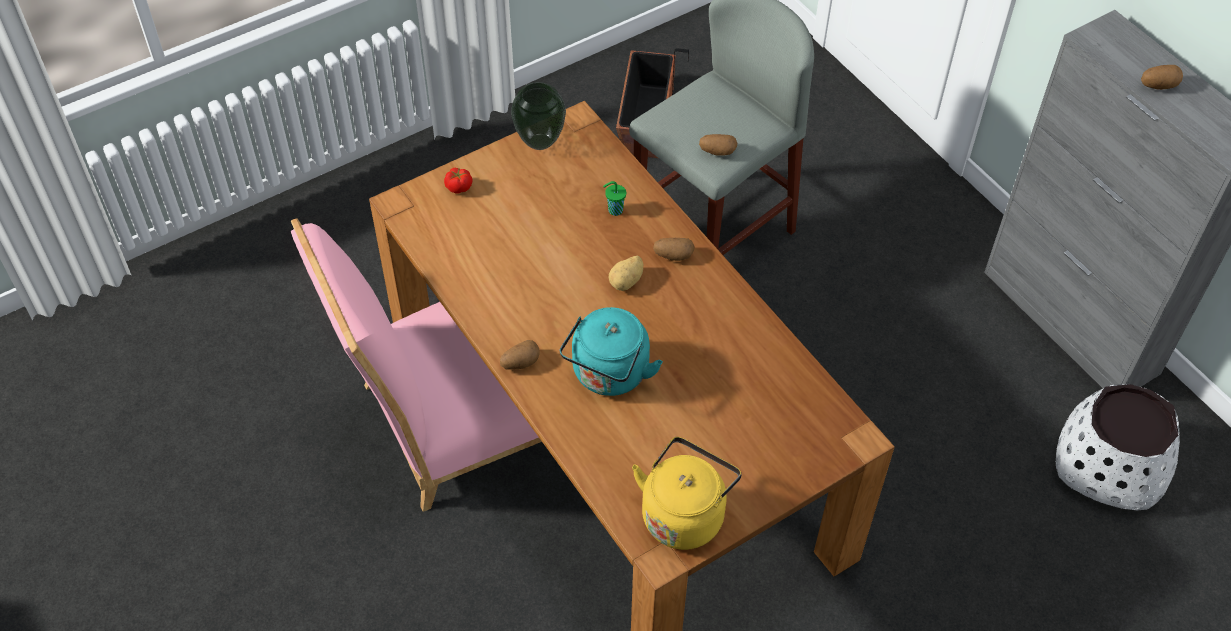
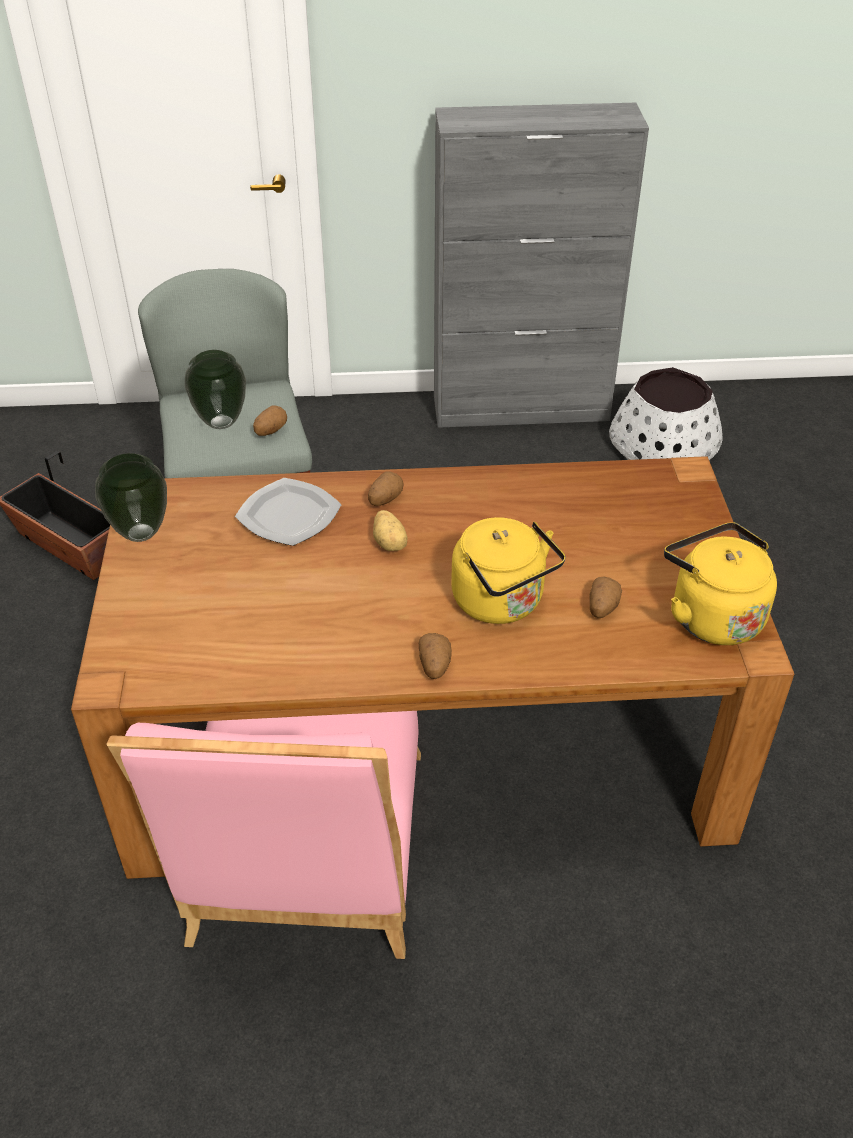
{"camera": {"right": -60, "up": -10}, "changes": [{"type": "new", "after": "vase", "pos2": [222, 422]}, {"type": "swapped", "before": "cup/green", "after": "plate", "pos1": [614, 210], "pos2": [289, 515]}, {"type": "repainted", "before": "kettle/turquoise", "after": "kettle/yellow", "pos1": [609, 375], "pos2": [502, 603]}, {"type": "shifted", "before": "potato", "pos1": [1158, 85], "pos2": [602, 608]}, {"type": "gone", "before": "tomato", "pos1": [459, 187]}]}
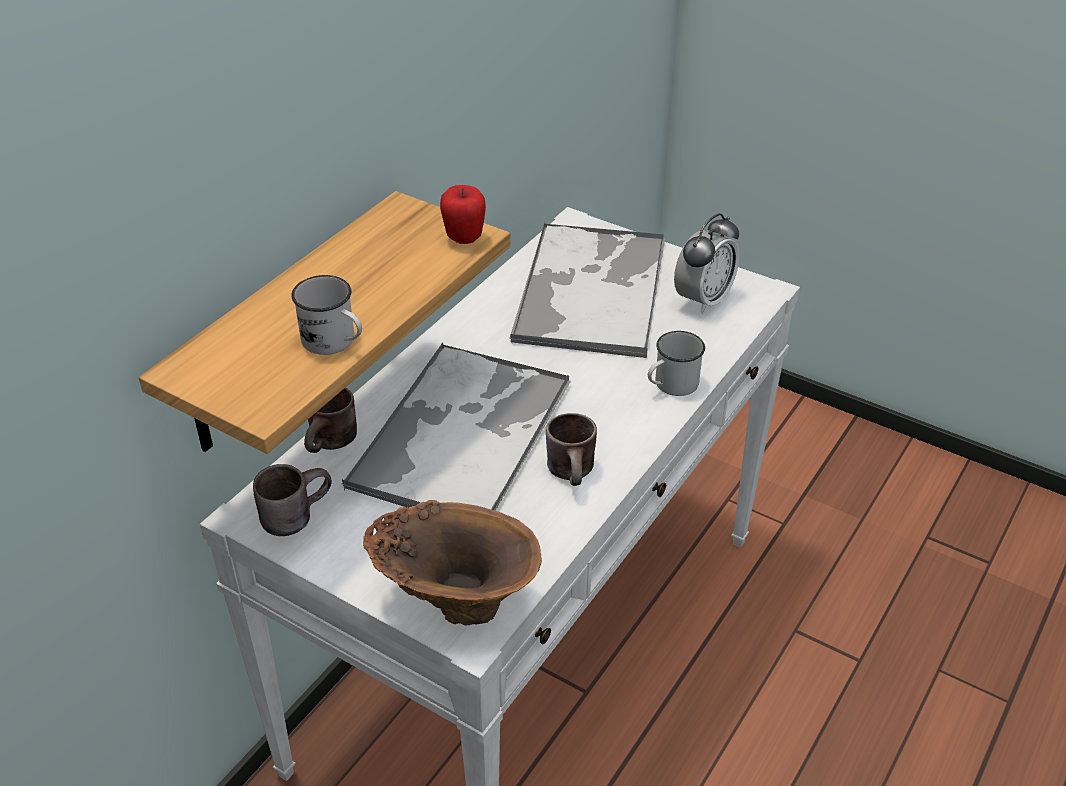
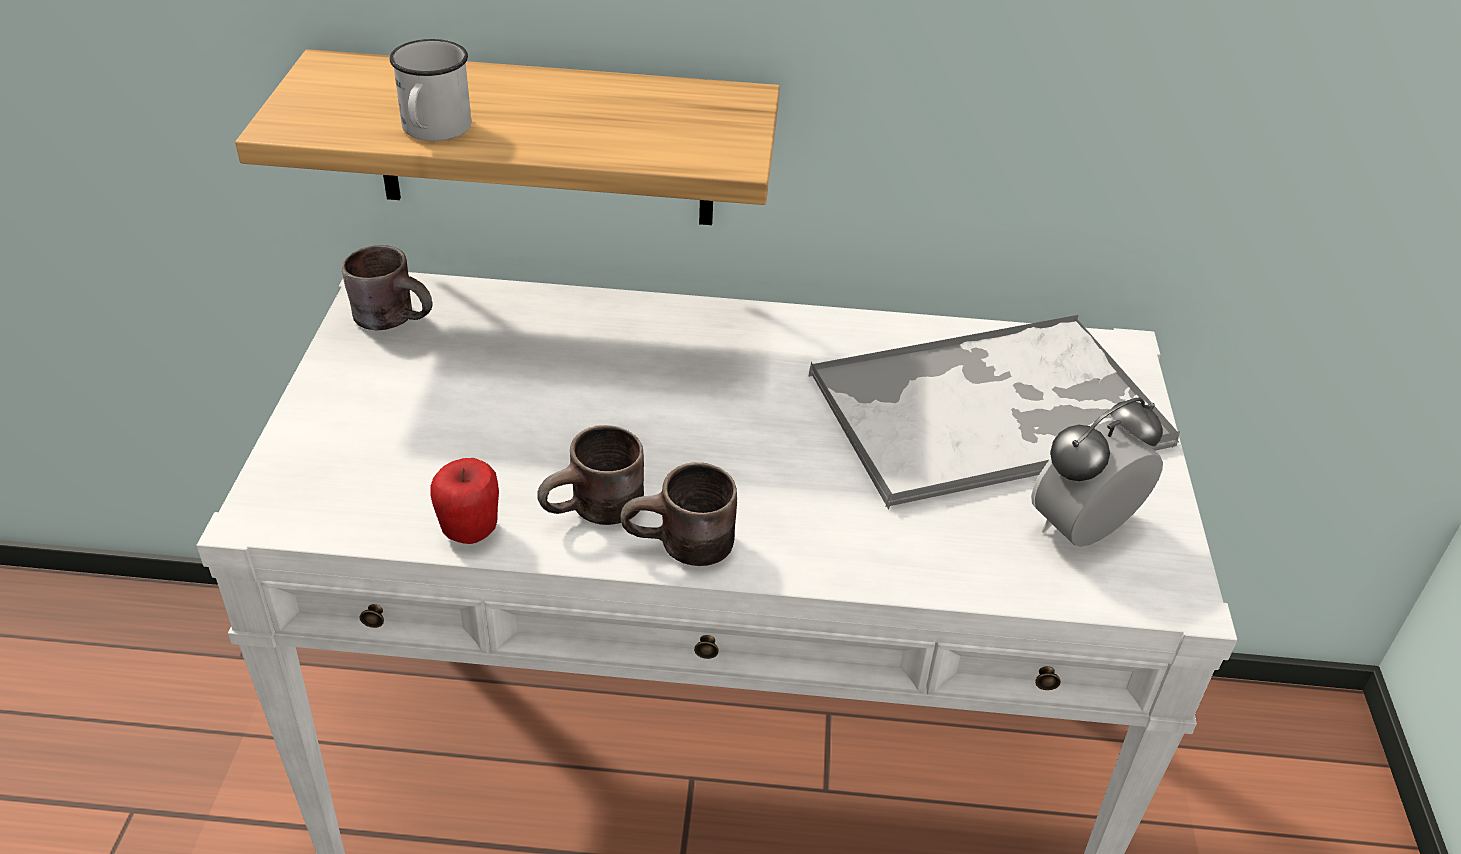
{"camera": {"right": 60, "up": 0}, "changes": [{"type": "shifted", "before": "apple", "pos1": [464, 238], "pos2": [470, 531]}, {"type": "shifted", "before": "mug/brown", "pos1": [333, 443], "pos2": [682, 550]}, {"type": "rotated", "before": "alarm clock", "pos1": [703, 300], "pos2": [1081, 531], "turn": 135}, {"type": "gone", "before": "tray", "pos1": [462, 433]}, {"type": "gone", "before": "vase/brown", "pos1": [455, 600]}, {"type": "gone", "before": "mug/white", "pos1": [671, 385]}]}
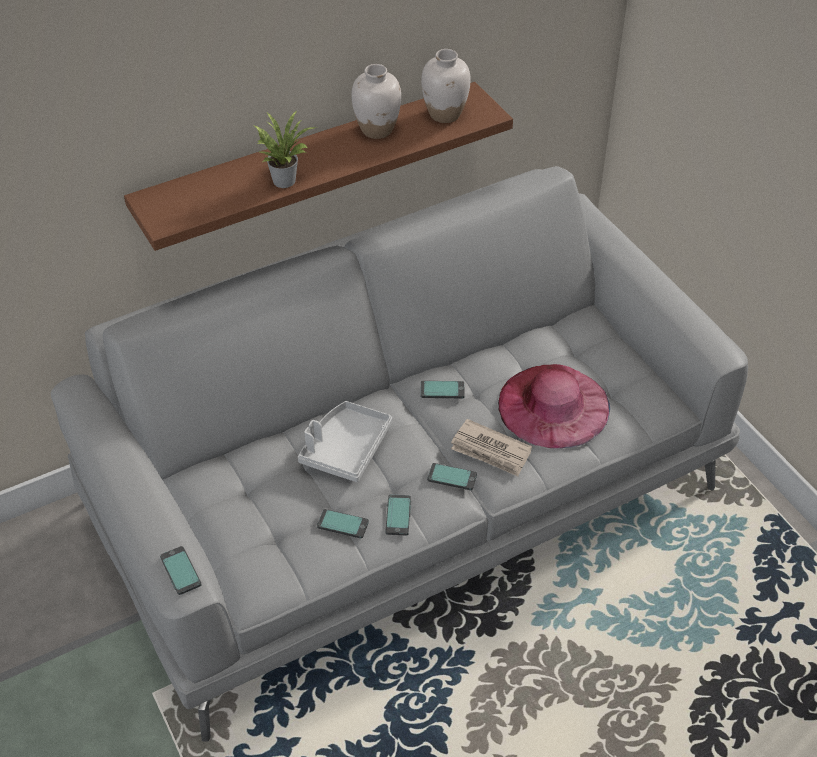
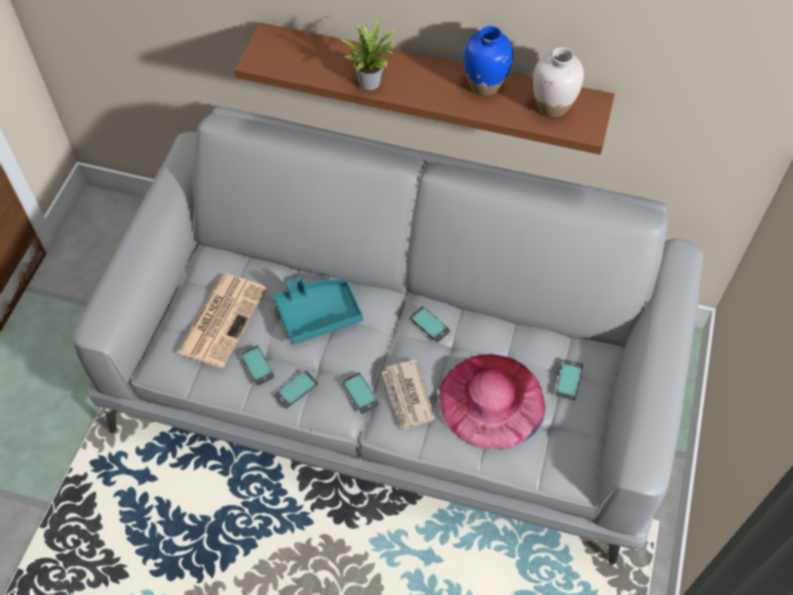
{"camera": {"right": 45, "up": 10}, "changes": [{"type": "new", "after": "newspaper", "pos2": [222, 319]}, {"type": "repainted", "before": "tray/grey", "after": "tray/turquoise", "pos1": [345, 448], "pos2": [318, 314]}, {"type": "repainted", "before": "vase/white", "after": "vase/blue", "pos1": [377, 129], "pos2": [485, 85]}, {"type": "shifted", "before": "phone", "pos1": [180, 571], "pos2": [569, 380]}]}
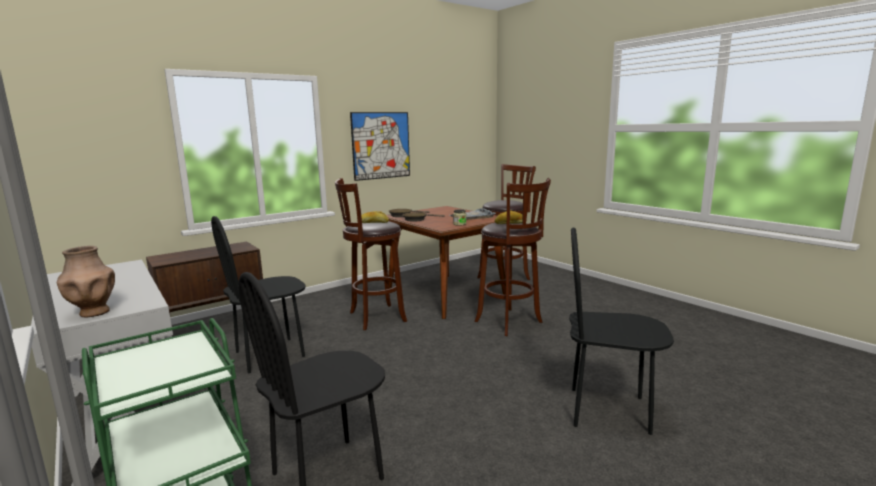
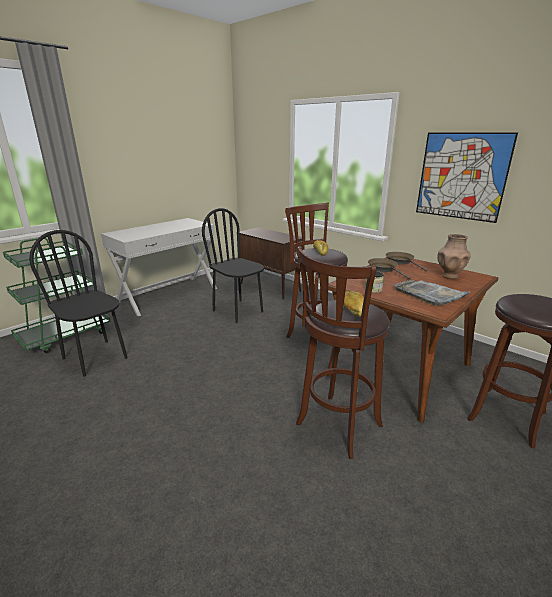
{"camera": {"right": 80, "up": 10}, "changes": [{"type": "shifted", "before": "vase/brown", "pos1": [94, 312], "pos2": [450, 276]}, {"type": "gone", "before": "chair/black", "pos1": [608, 410]}]}
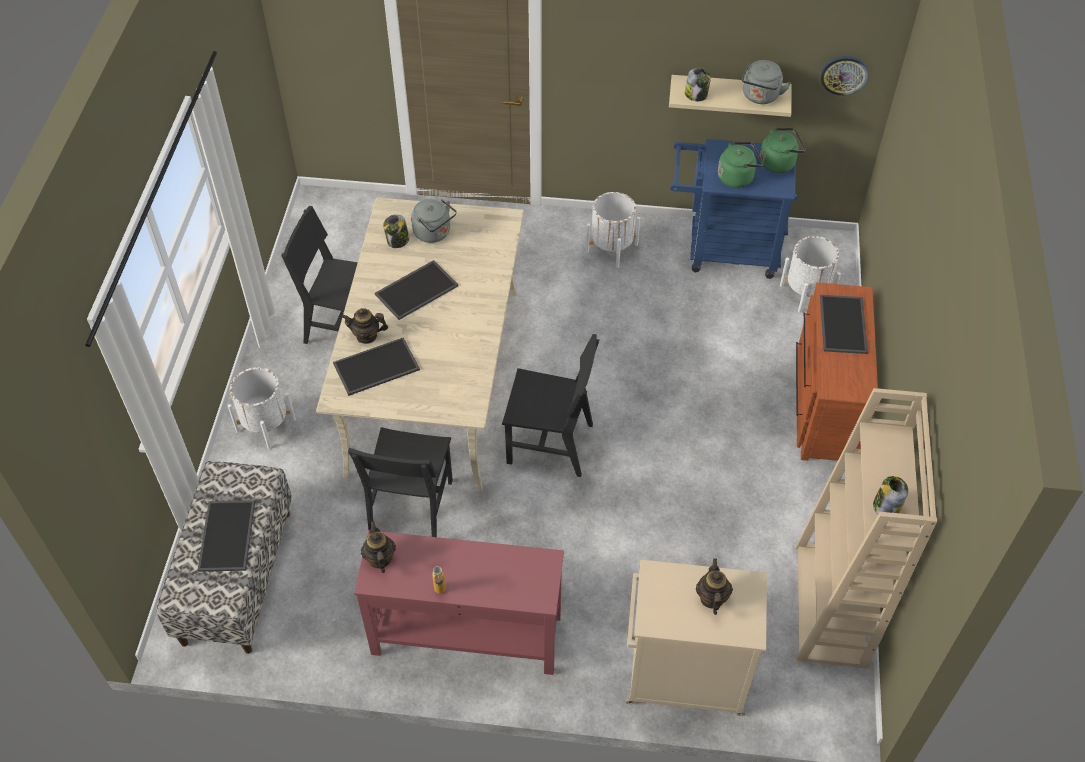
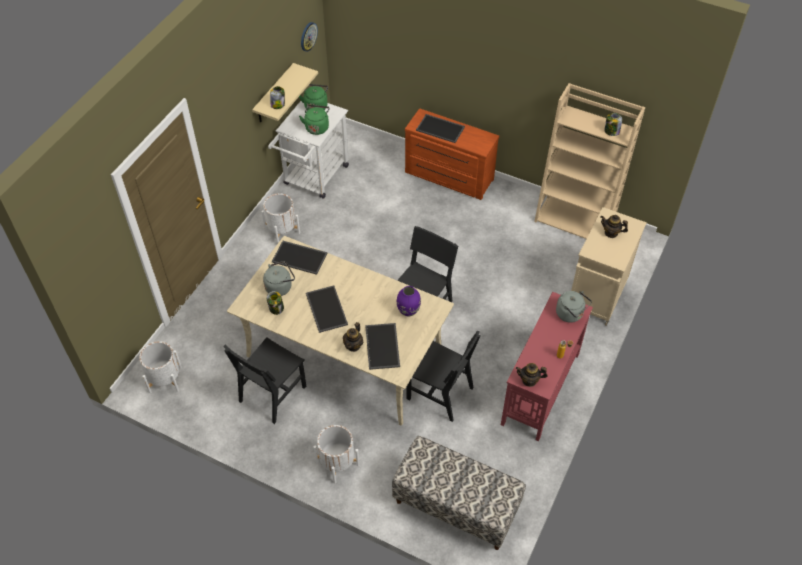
{"camera": {"right": -70, "up": 0}, "changes": [{"type": "shifted", "before": "planter/white", "pos1": [806, 293], "pos2": [165, 379]}, {"type": "repainted", "before": "cart/blue", "after": "cart/white", "pos1": [723, 249], "pos2": [313, 178]}, {"type": "shifted", "before": "tray", "pos1": [228, 536], "pos2": [300, 257]}, {"type": "new", "after": "vase/purple", "pos2": [408, 311]}, {"type": "shifted", "before": "kettle/grey", "pos1": [760, 97], "pos2": [571, 314]}]}
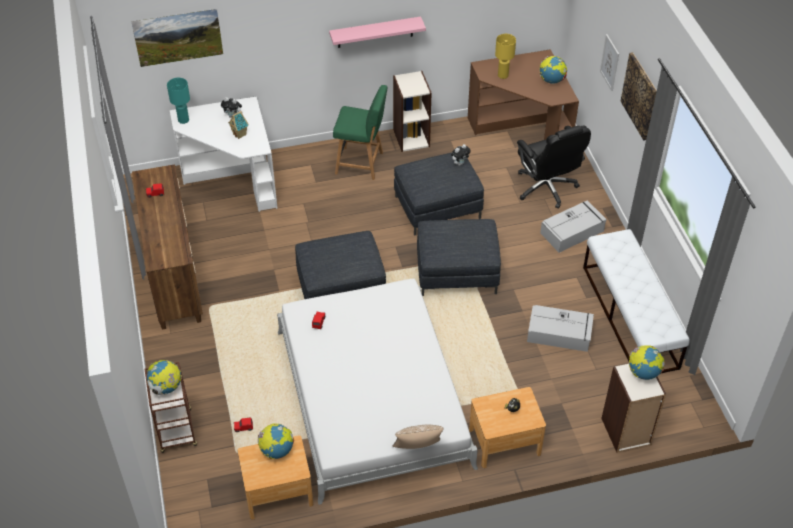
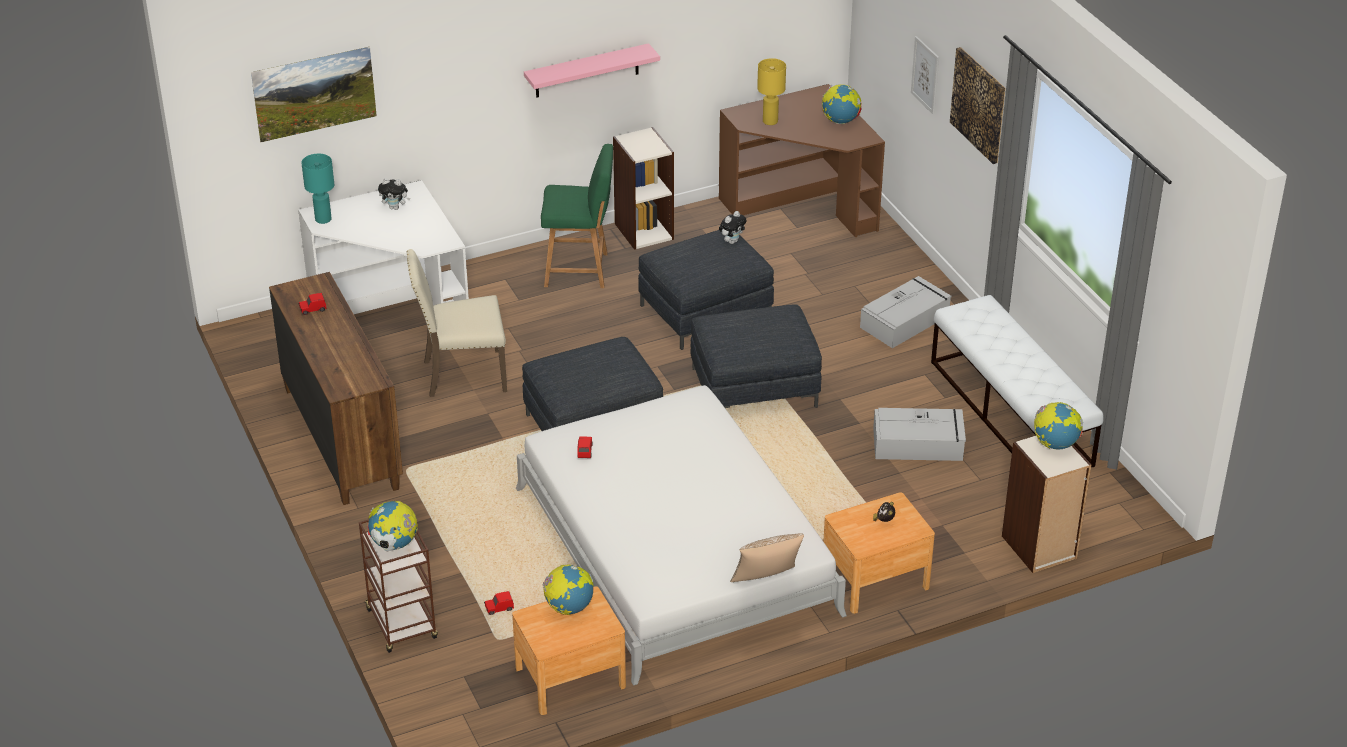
{"camera": {"right": -10, "up": -10}, "changes": [{"type": "new", "after": "chair/beige", "pos2": [462, 375]}, {"type": "gone", "before": "toy house", "pos1": [240, 134]}, {"type": "gone", "before": "office chair/black", "pos1": [546, 188]}]}
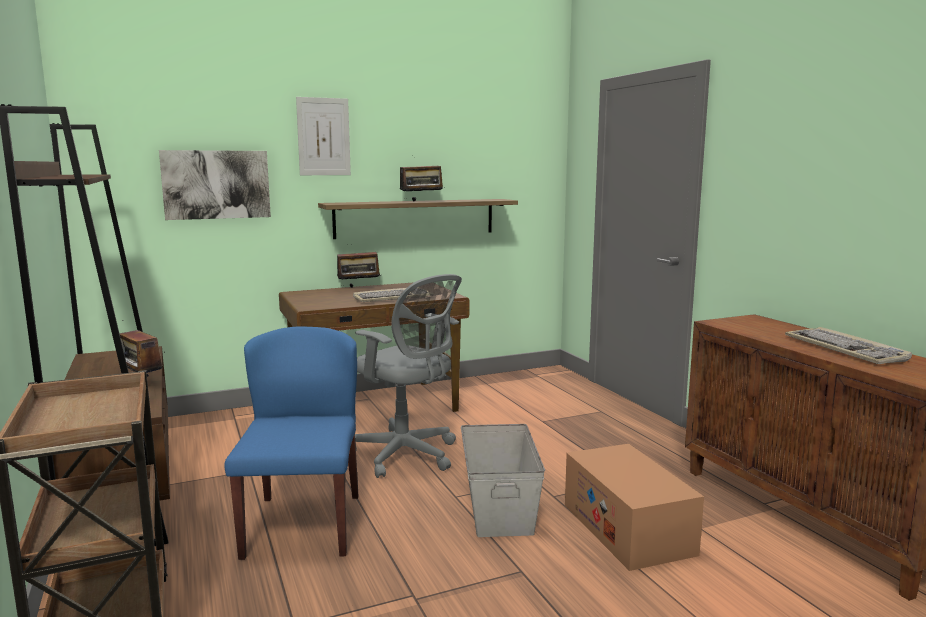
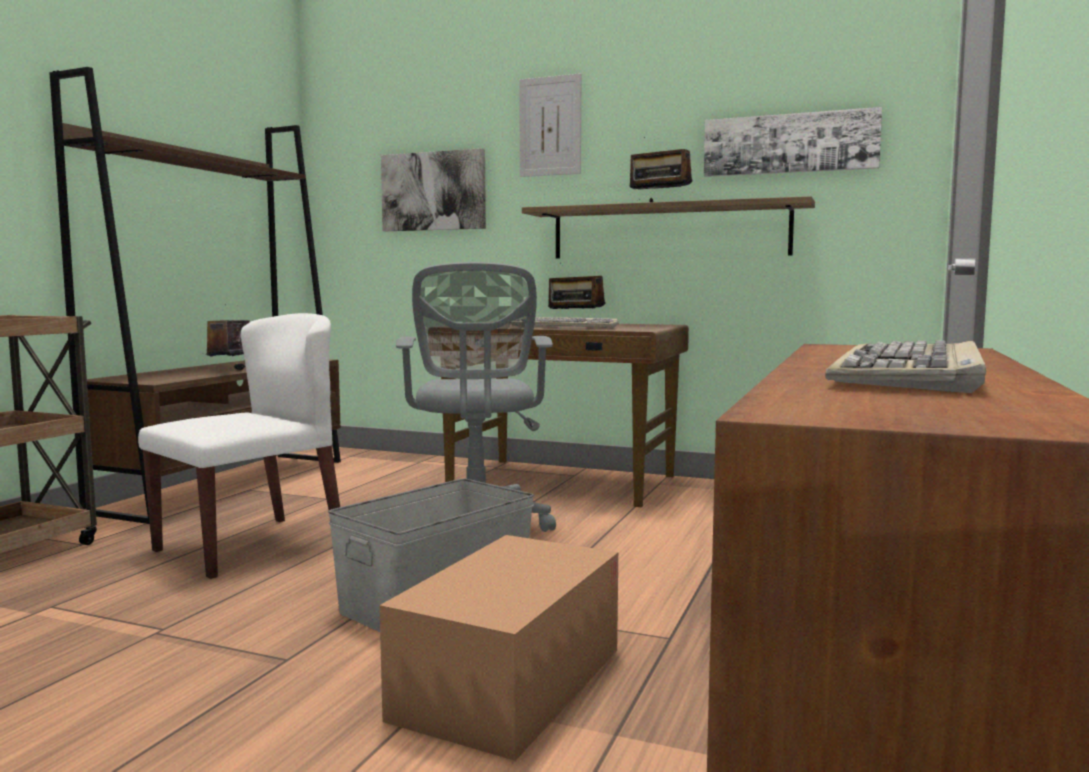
{"camera": {"right": 45, "up": -5}, "changes": [{"type": "repainted", "before": "chair/blue", "after": "chair/white", "pos1": [303, 524], "pos2": [251, 545]}, {"type": "new", "after": "picture", "pos2": [789, 144]}]}
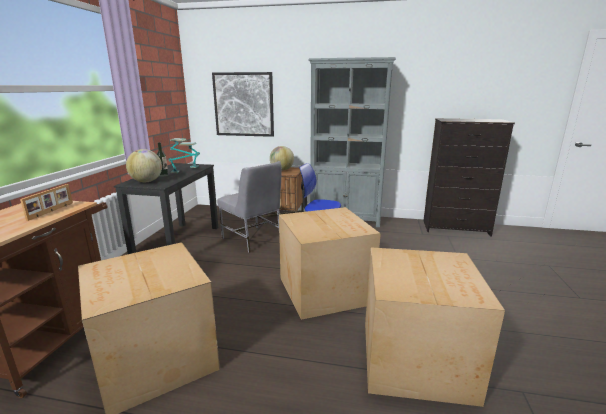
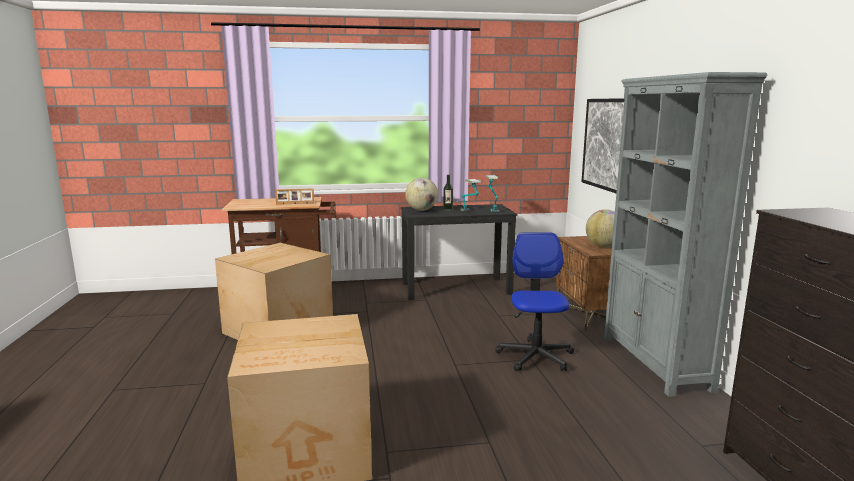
{"camera": {"right": 70, "up": -5}, "changes": [{"type": "gone", "before": "chair/grey", "pos1": [253, 239]}, {"type": "gone", "before": "cardboard box", "pos1": [325, 289]}]}
